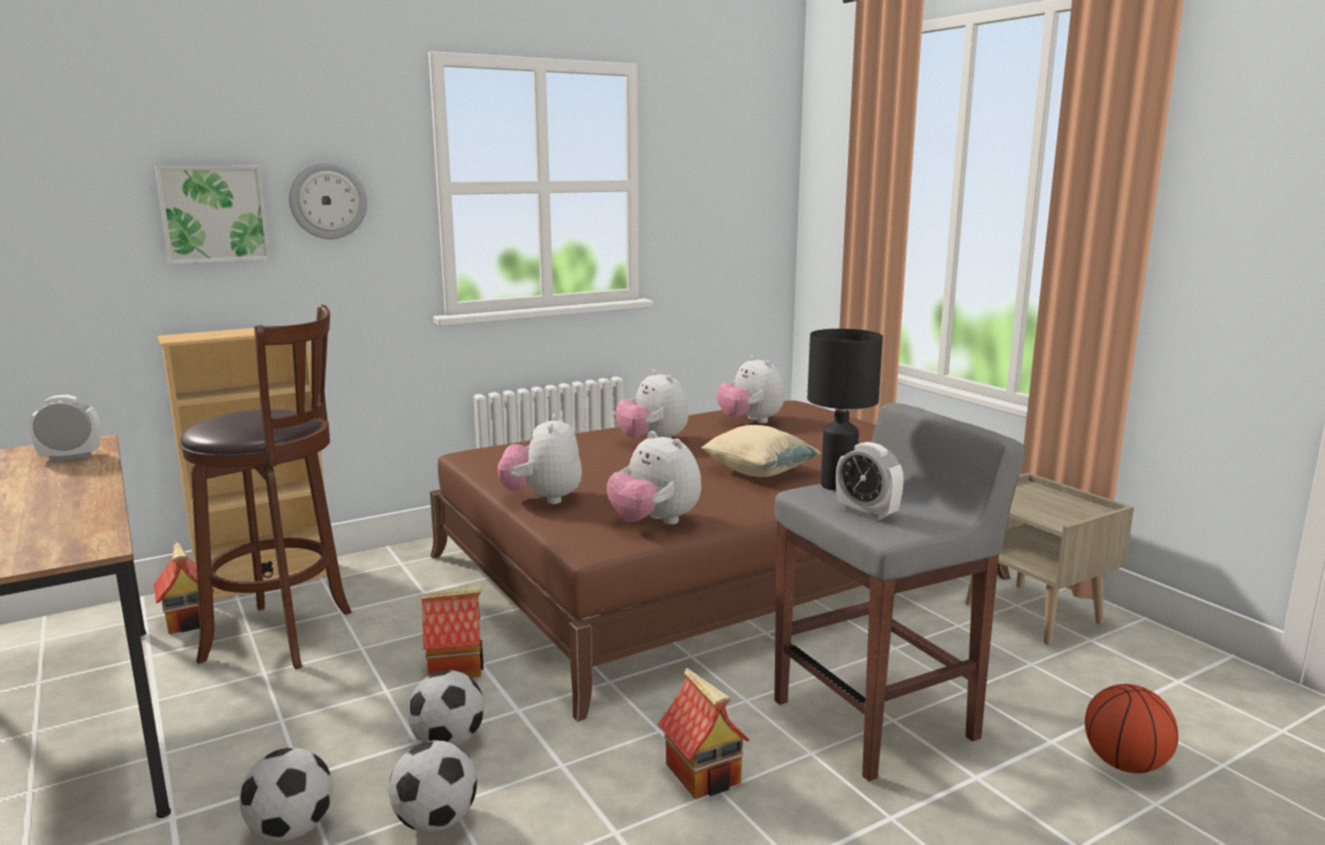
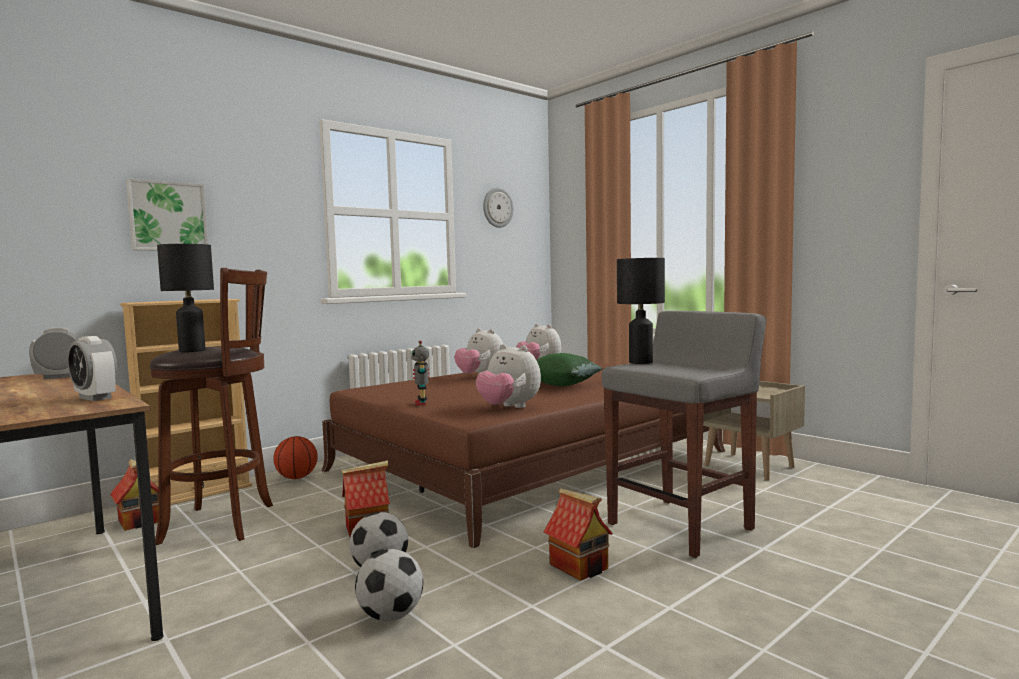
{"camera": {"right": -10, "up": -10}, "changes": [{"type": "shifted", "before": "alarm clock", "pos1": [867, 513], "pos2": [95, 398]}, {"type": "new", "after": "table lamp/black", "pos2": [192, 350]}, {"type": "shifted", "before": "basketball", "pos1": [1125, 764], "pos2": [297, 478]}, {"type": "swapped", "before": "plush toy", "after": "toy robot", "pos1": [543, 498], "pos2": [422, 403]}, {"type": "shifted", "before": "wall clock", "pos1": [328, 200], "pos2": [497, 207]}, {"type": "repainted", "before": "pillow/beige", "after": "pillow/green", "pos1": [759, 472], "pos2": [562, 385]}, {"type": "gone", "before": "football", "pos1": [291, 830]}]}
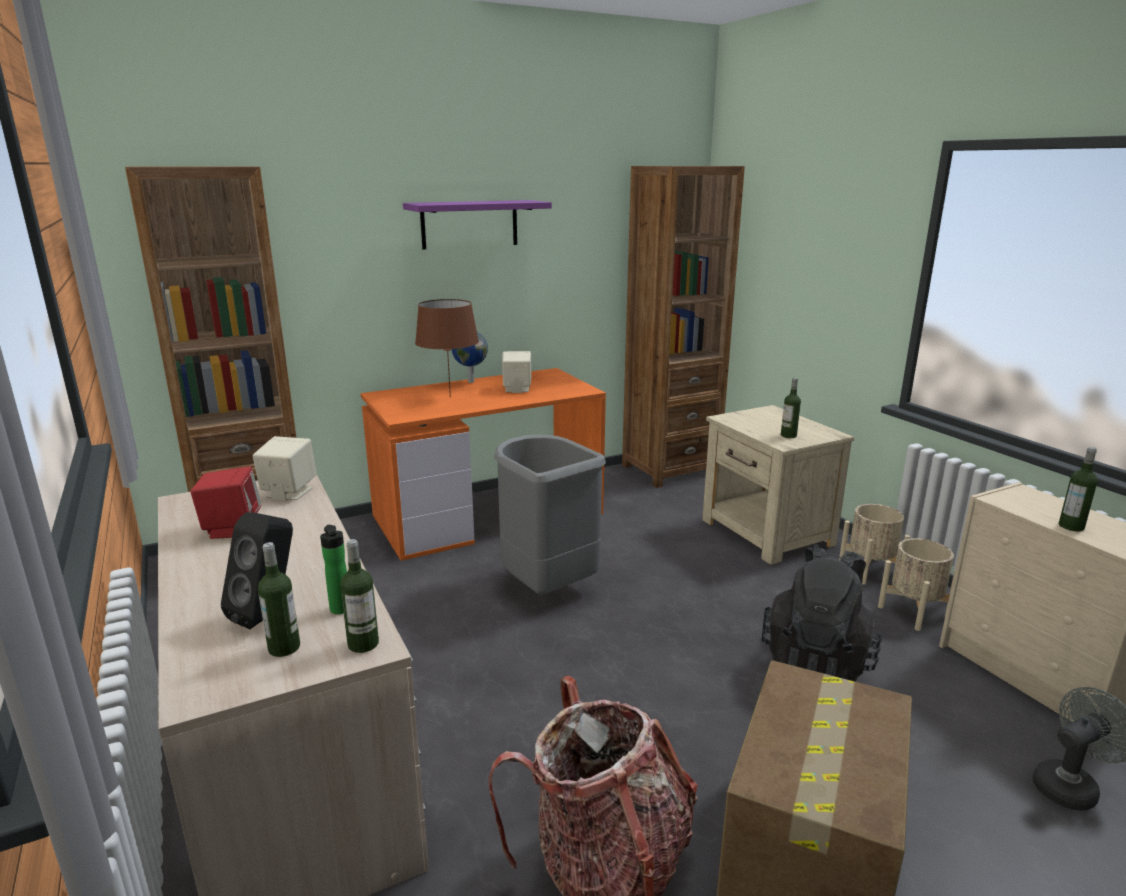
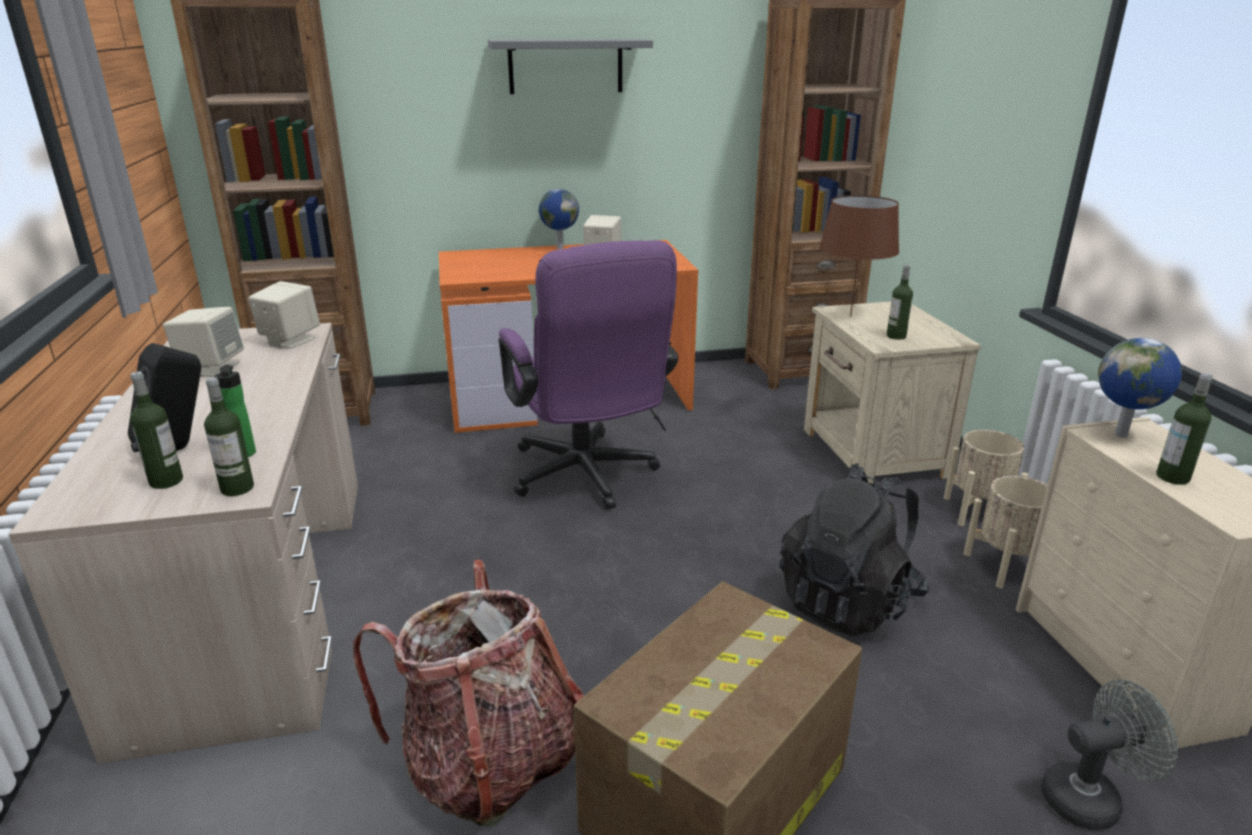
{"camera": {"right": 15, "up": 5}, "changes": [{"type": "repainted", "before": "speaker/red", "after": "speaker/beige", "pos1": [232, 529], "pos2": [211, 368]}, {"type": "repainted", "before": "shelf/purple", "after": "shelf/grey", "pos1": [469, 224], "pos2": [565, 66]}, {"type": "swapped", "before": "trash can/grey", "after": "office chair/purple", "pos1": [546, 587], "pos2": [587, 478]}, {"type": "shifted", "before": "table lamp/brown", "pos1": [450, 397], "pos2": [850, 316]}, {"type": "new", "after": "globe", "pos2": [1122, 435]}]}
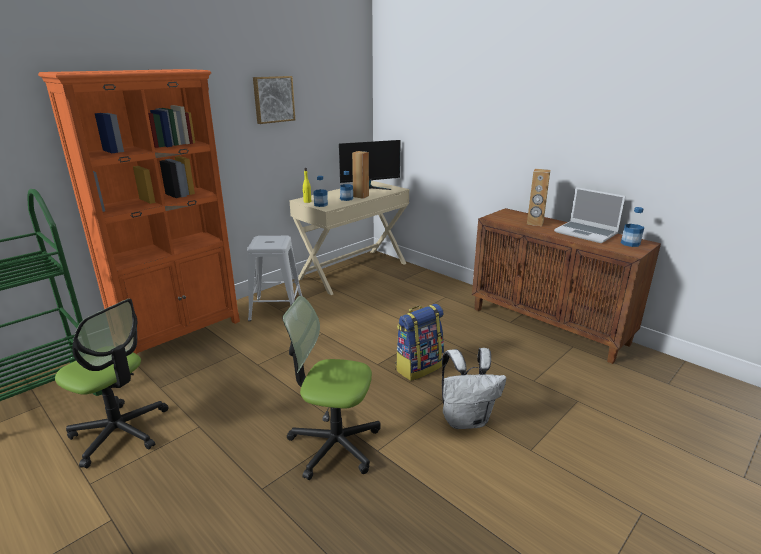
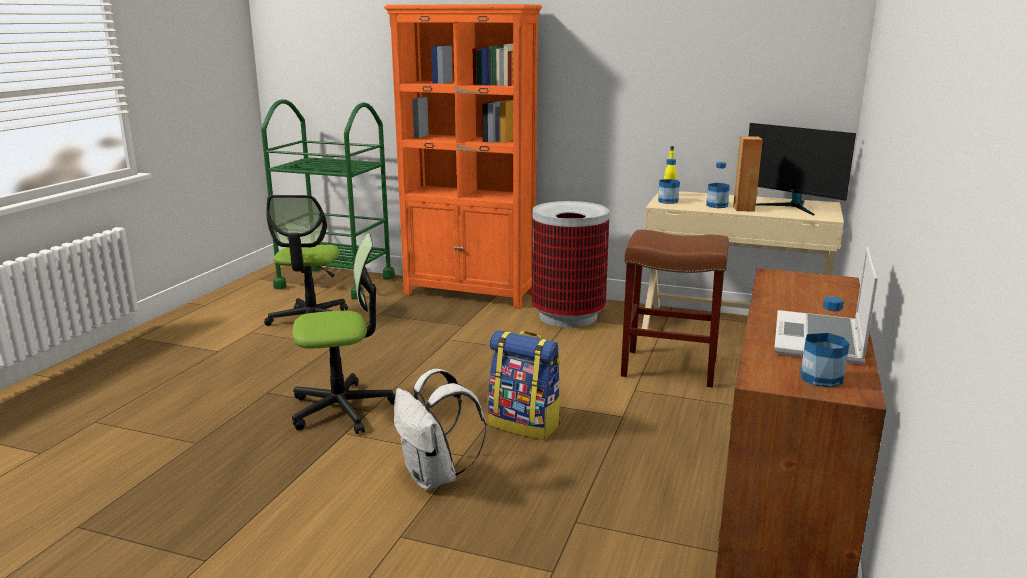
{"camera": {"right": 65, "up": -5}, "changes": [{"type": "rotated", "before": "office chair", "pos1": [334, 444], "pos2": [342, 409], "turn": 90}, {"type": "swapped", "before": "stool/white", "after": "trash can", "pos1": [276, 309], "pos2": [567, 316]}, {"type": "new", "after": "stool/brown", "pos2": [667, 368]}, {"type": "gone", "before": "picture", "pos1": [273, 99]}, {"type": "gone", "before": "speaker/brown", "pos1": [535, 223]}]}
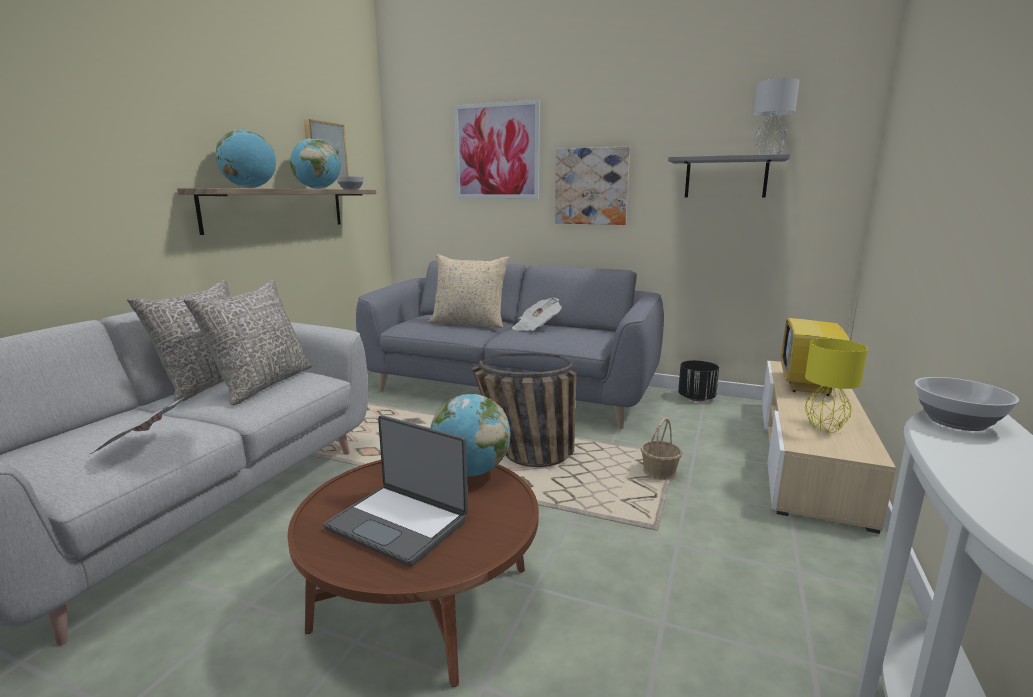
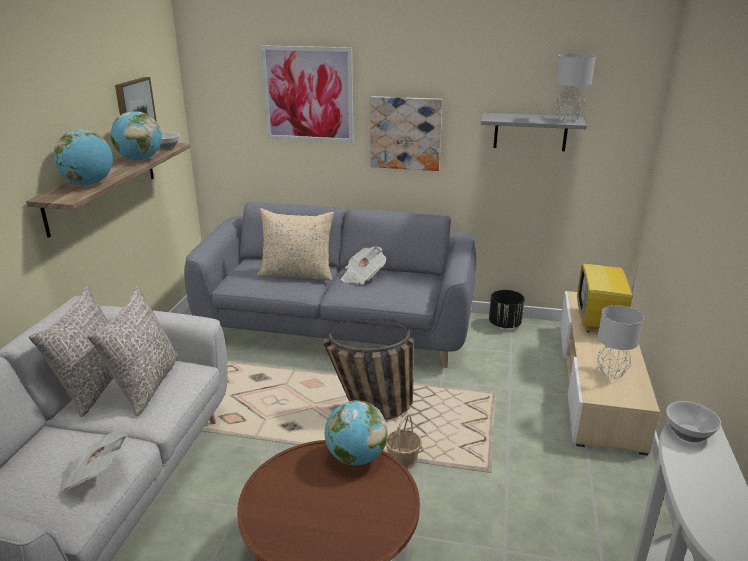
{"camera": {"right": -10, "up": 10}, "changes": [{"type": "shifted", "before": "basket", "pos1": [659, 473], "pos2": [403, 459]}, {"type": "repainted", "before": "table lamp/yellow", "after": "table lamp/grey", "pos1": [825, 427], "pos2": [612, 373]}, {"type": "gone", "before": "laptop", "pos1": [399, 523]}]}
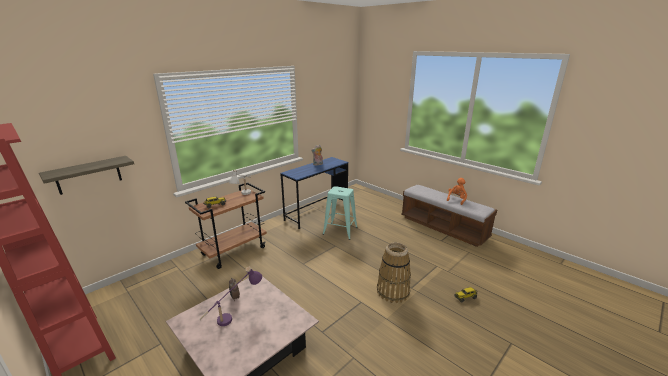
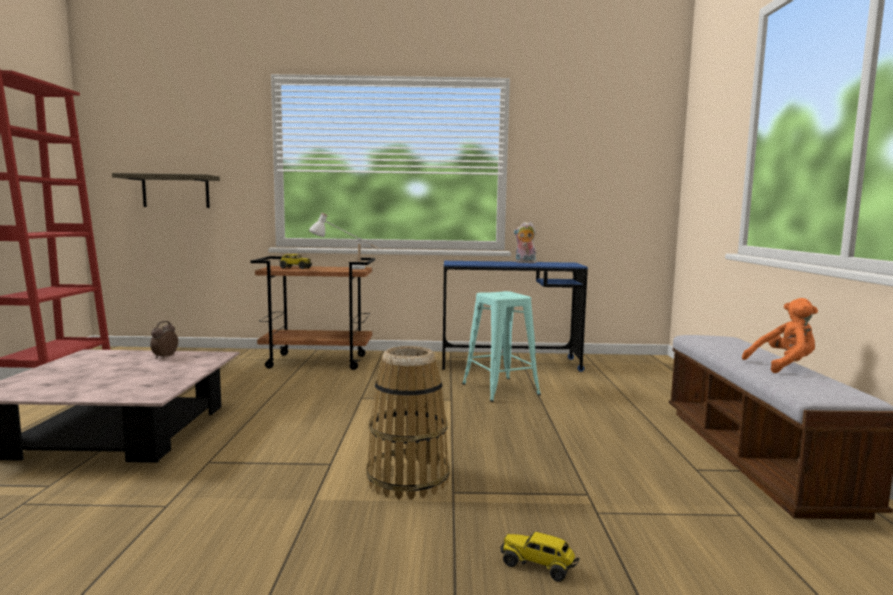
{"camera": {"right": 45, "up": -15}, "changes": [{"type": "gone", "before": "table lamp/purple", "pos1": [234, 315]}]}
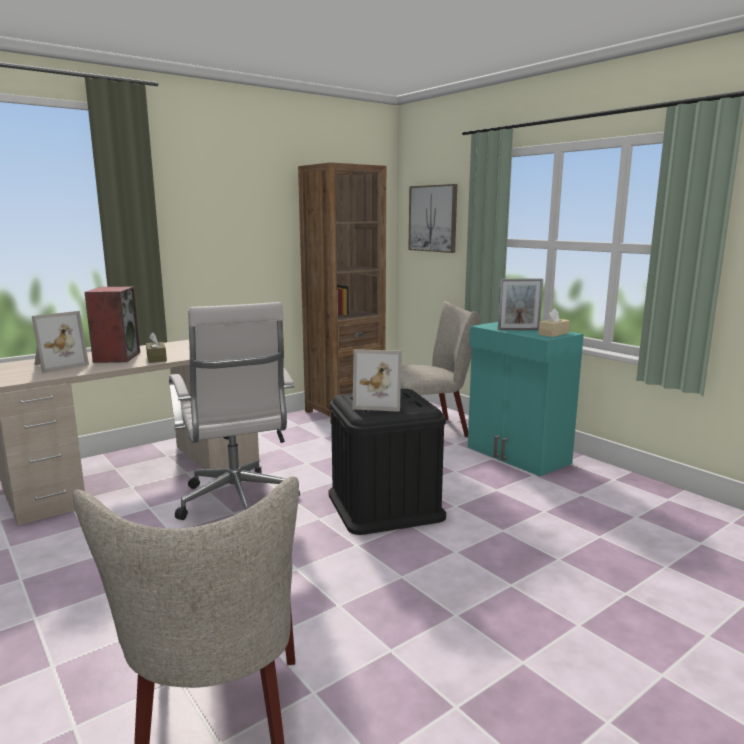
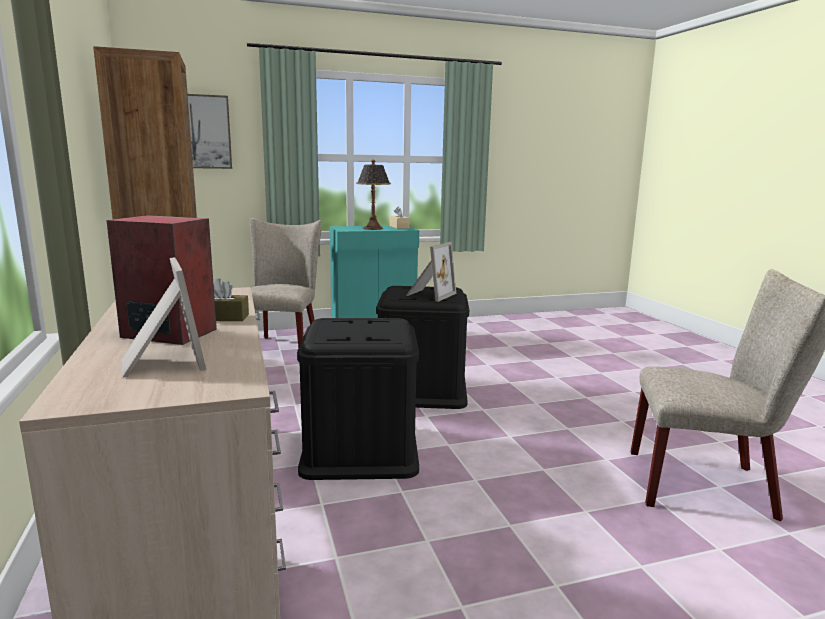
{"camera": {"right": -70, "up": 0}, "changes": [{"type": "swapped", "before": "office chair/white", "after": "storage box/black", "pos1": [237, 503], "pos2": [360, 449]}, {"type": "swapped", "before": "picture frame", "after": "table lamp", "pos1": [518, 330], "pos2": [373, 228]}]}
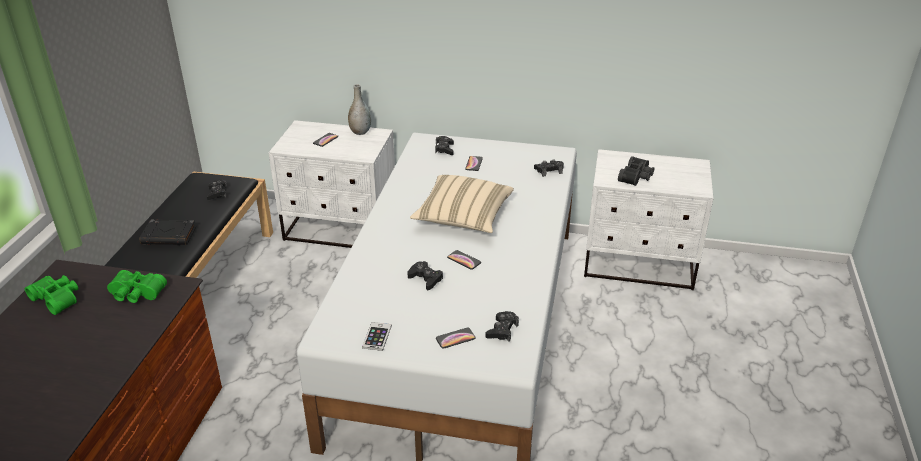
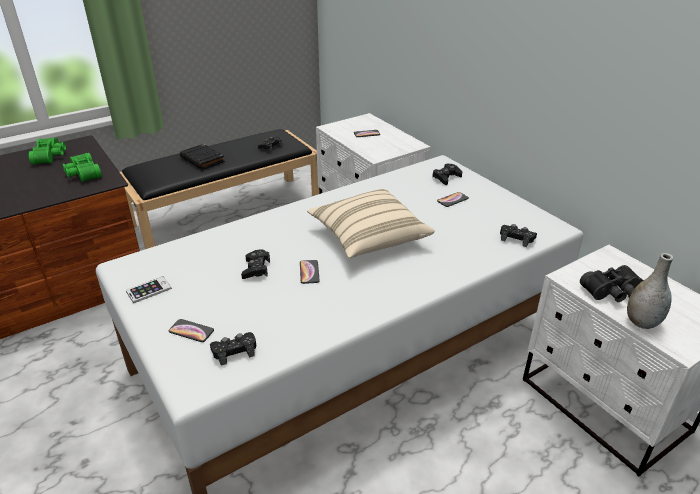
{"camera": {"right": 45, "up": 0}, "changes": [{"type": "shifted", "before": "vase/grey", "pos1": [360, 132], "pos2": [642, 322]}]}
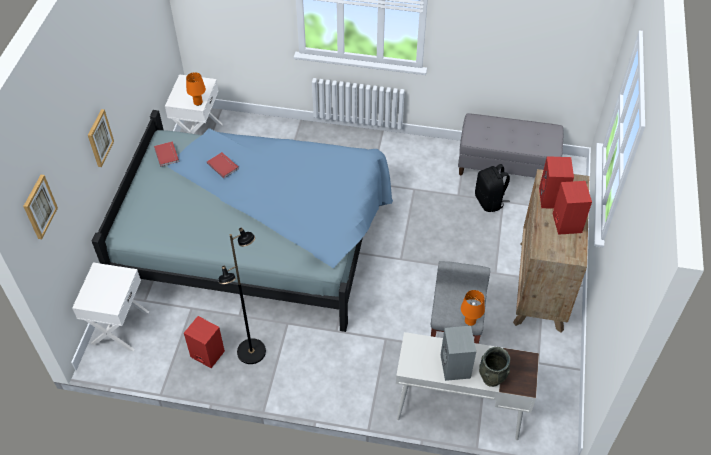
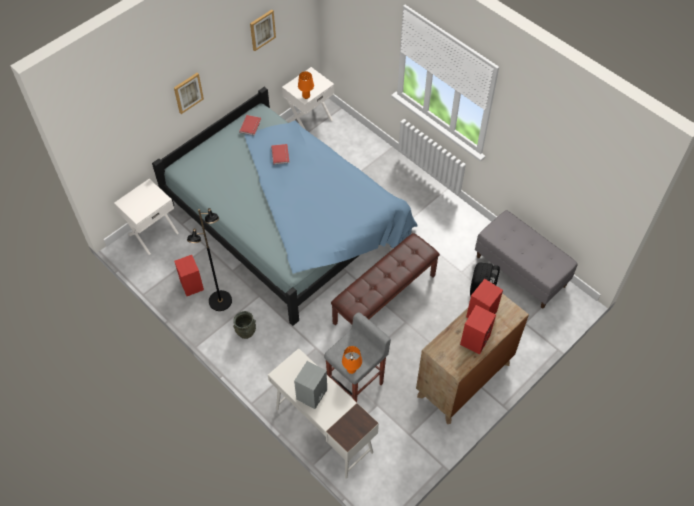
{"camera": {"right": 35, "up": 5}, "changes": [{"type": "shifted", "before": "vase/grey", "pos1": [491, 377], "pos2": [246, 332]}, {"type": "shifted", "before": "picture", "pos1": [39, 206], "pos2": [262, 29]}, {"type": "new", "after": "bench/brown", "pos2": [384, 298]}]}
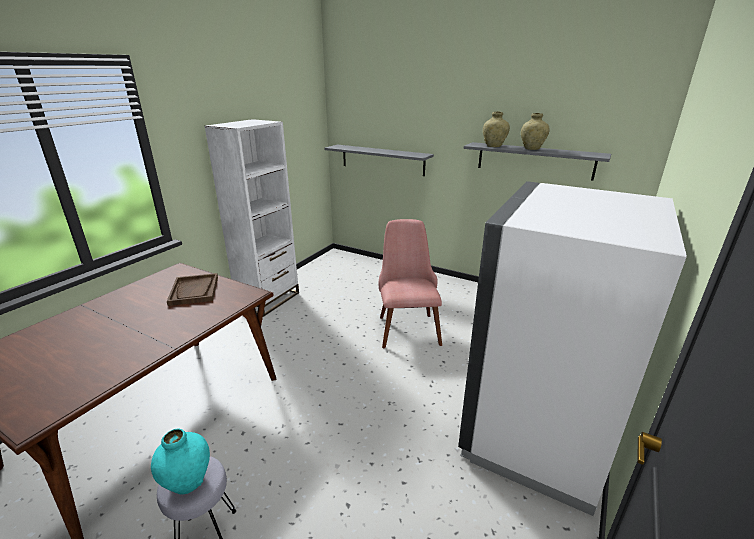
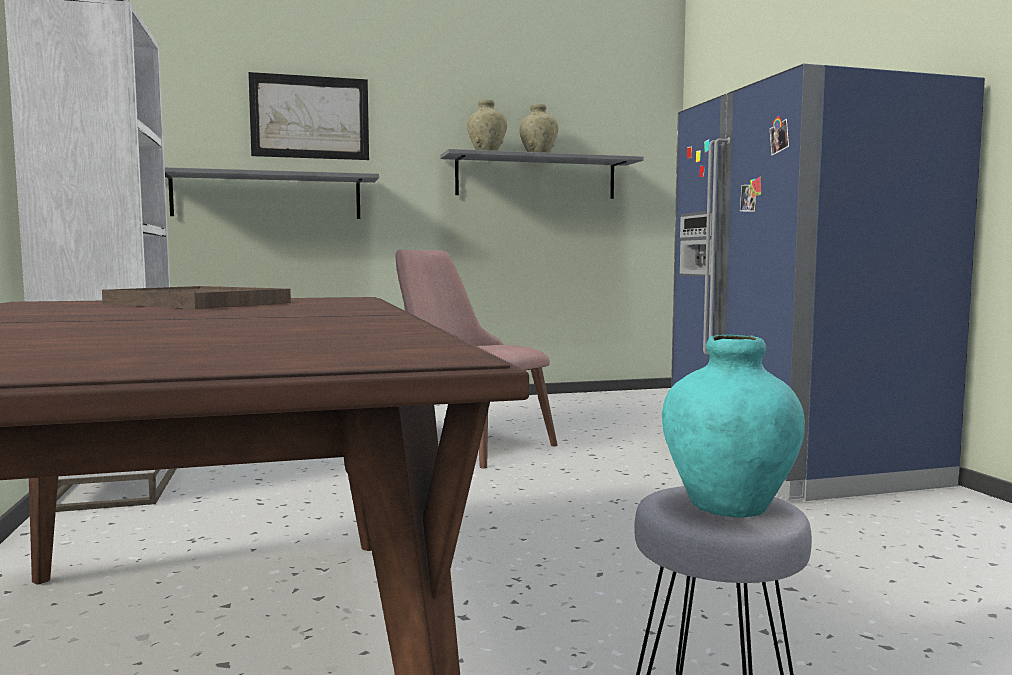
{"camera": {"right": -45, "up": -20}, "changes": [{"type": "new", "after": "picture", "pos2": [310, 117]}, {"type": "repainted", "before": "fridge/white", "after": "fridge/blue", "pos1": [534, 432], "pos2": [799, 464]}]}
